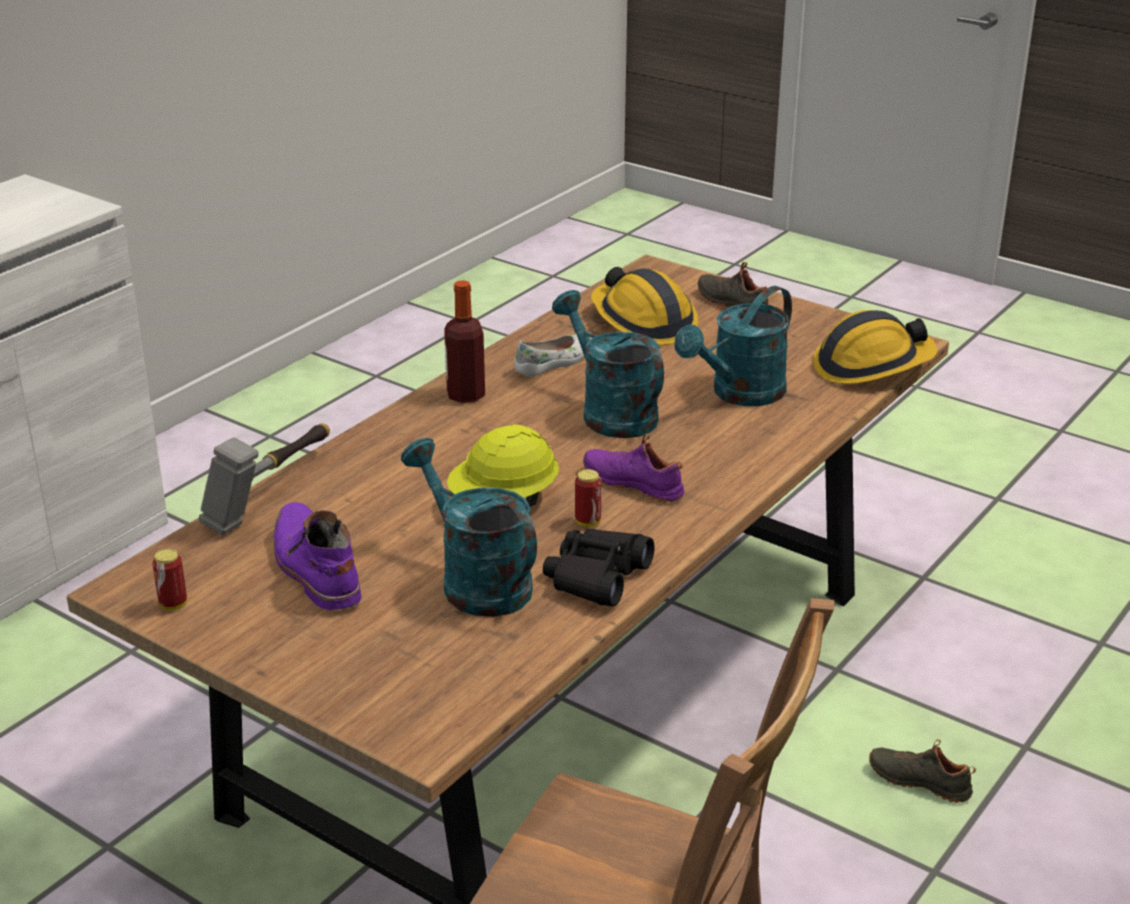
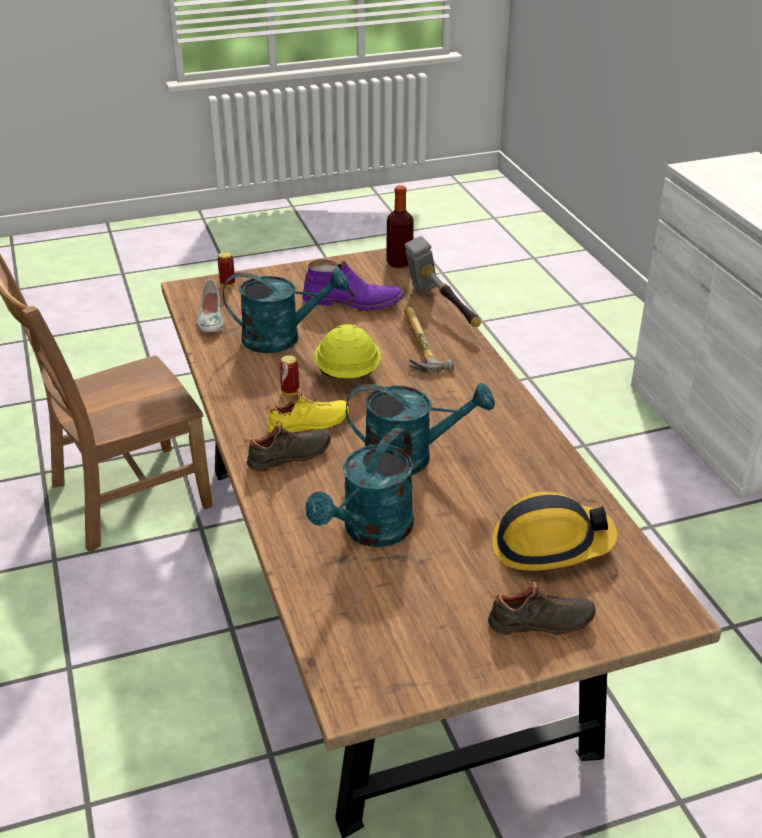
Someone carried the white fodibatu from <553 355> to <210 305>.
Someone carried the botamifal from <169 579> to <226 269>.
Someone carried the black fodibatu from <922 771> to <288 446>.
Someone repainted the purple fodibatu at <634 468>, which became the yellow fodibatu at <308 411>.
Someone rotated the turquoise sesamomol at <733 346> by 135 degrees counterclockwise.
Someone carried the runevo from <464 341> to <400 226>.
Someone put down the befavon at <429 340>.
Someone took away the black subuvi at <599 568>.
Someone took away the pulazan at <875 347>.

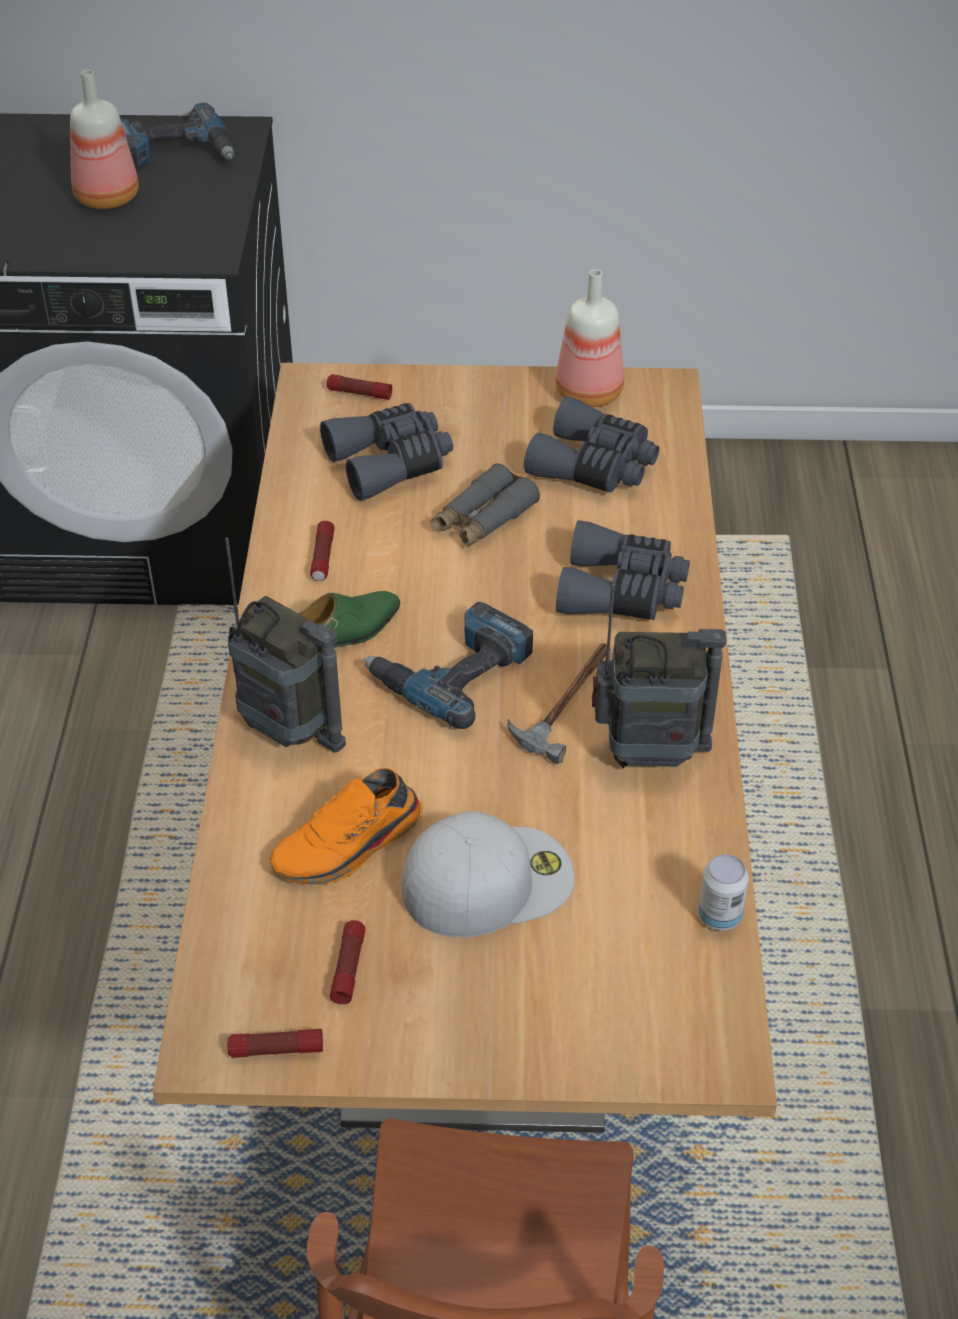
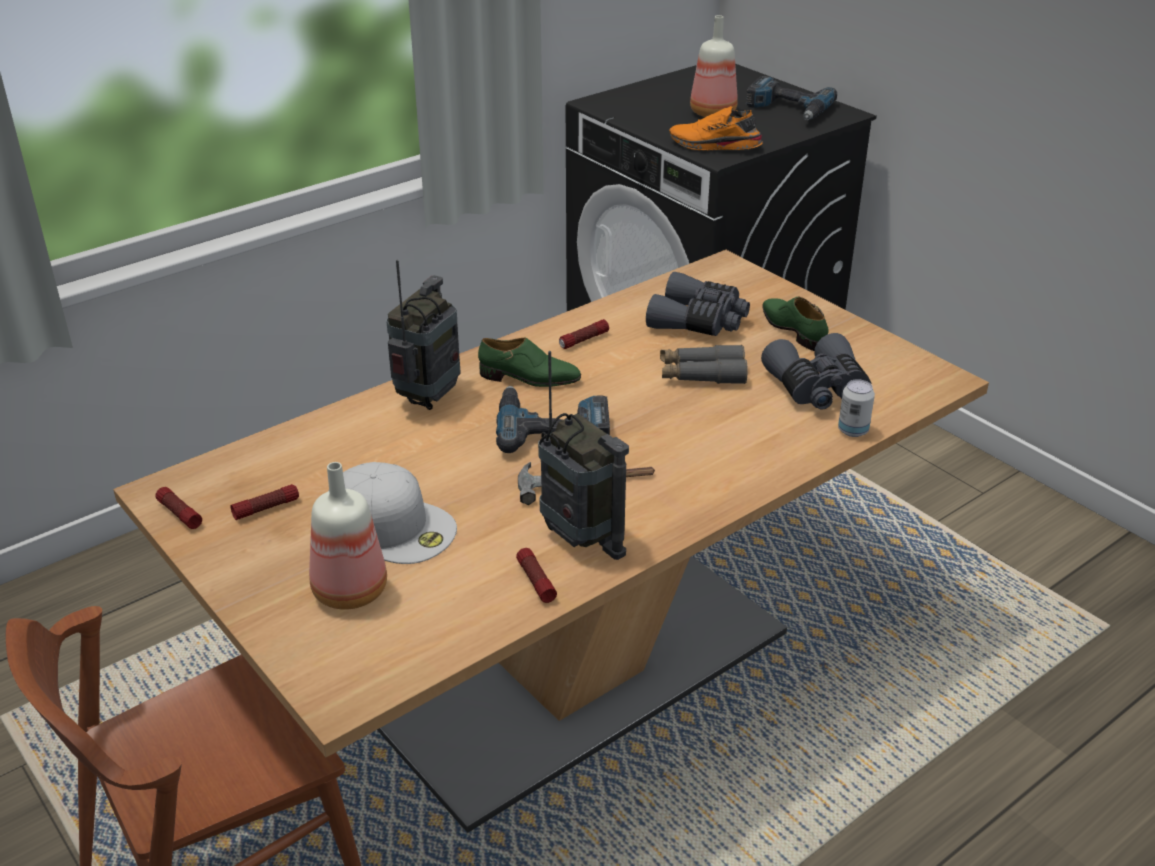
Someone carried the runevo from <589 338> to <348 536>.
Someone rotated the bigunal at <285 644> by 150 degrees counterclockwise.
Someone carried the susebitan from <359 387> to <536 575>.
Someone carried the orange fodibatu from <346 826> to <716 128>.
Someone put down the green fodibatu at <795 324>.
Someone carried the botamifal from <723 892> to <856 408>.
Someone took away the grey subuvi at <623 570>.

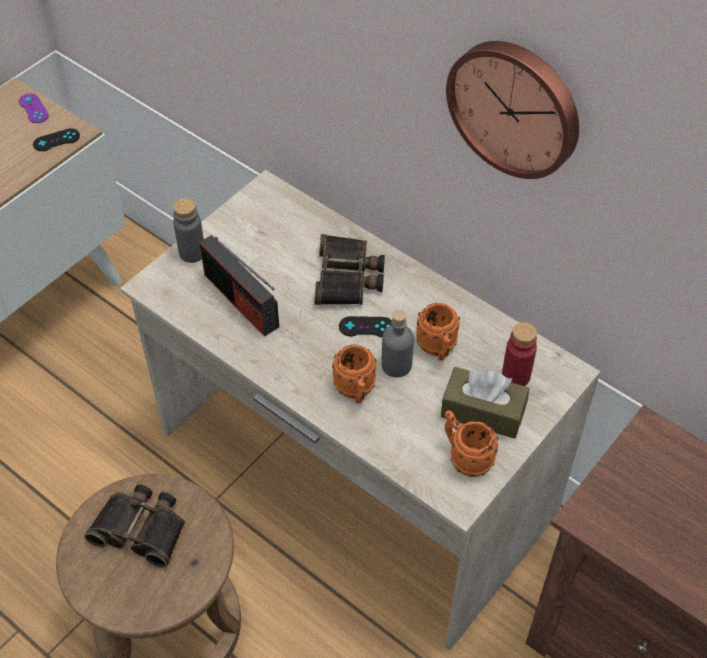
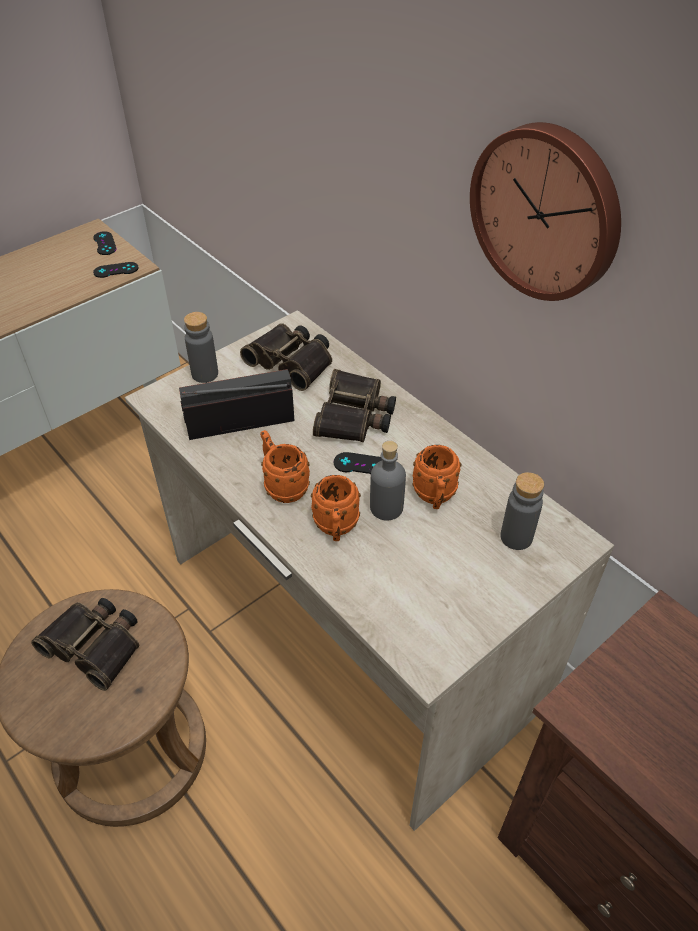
Someone repainted the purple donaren at <34 108>, which became the black donaren at <104 243>.
Someone rotated the bigunal at <239 286> by 105 degrees clockwise.
Someone put down the subuvi at <286 357>.
Someone carried the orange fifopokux from <472 443> to <285 466>.
Someone repainted the red runevo at <519 354>, which became the grey runevo at <522 511>.
Someone took away the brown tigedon at <485 403>.

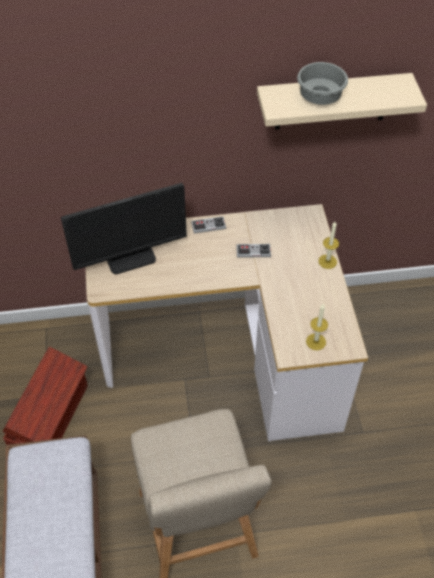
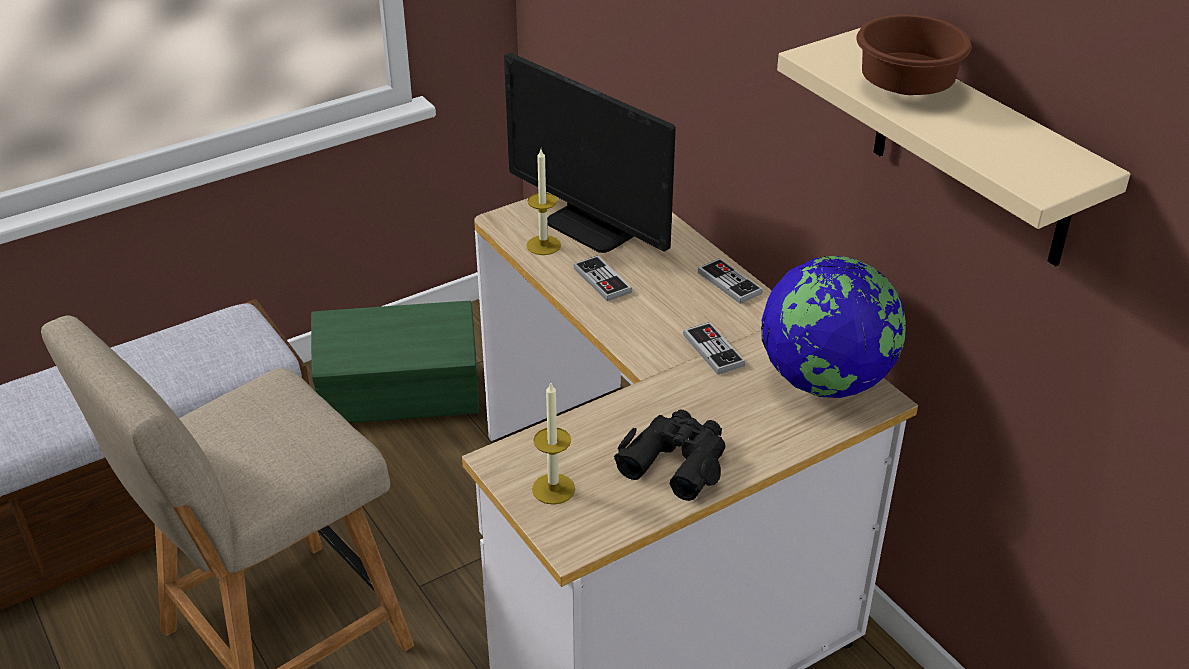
Someone repainted the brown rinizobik at <45 396>, which became the green rinizobik at <395 362>.
Someone carried the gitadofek from <328 245> to <544 202>.
Someone put down the donaren at <602 278>.
Someone put down the black subuvi at <669 455>.
Someone put down the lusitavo at <833 327>.
Someone repainted the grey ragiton at <322 83>, which became the brown ragiton at <914 55>.

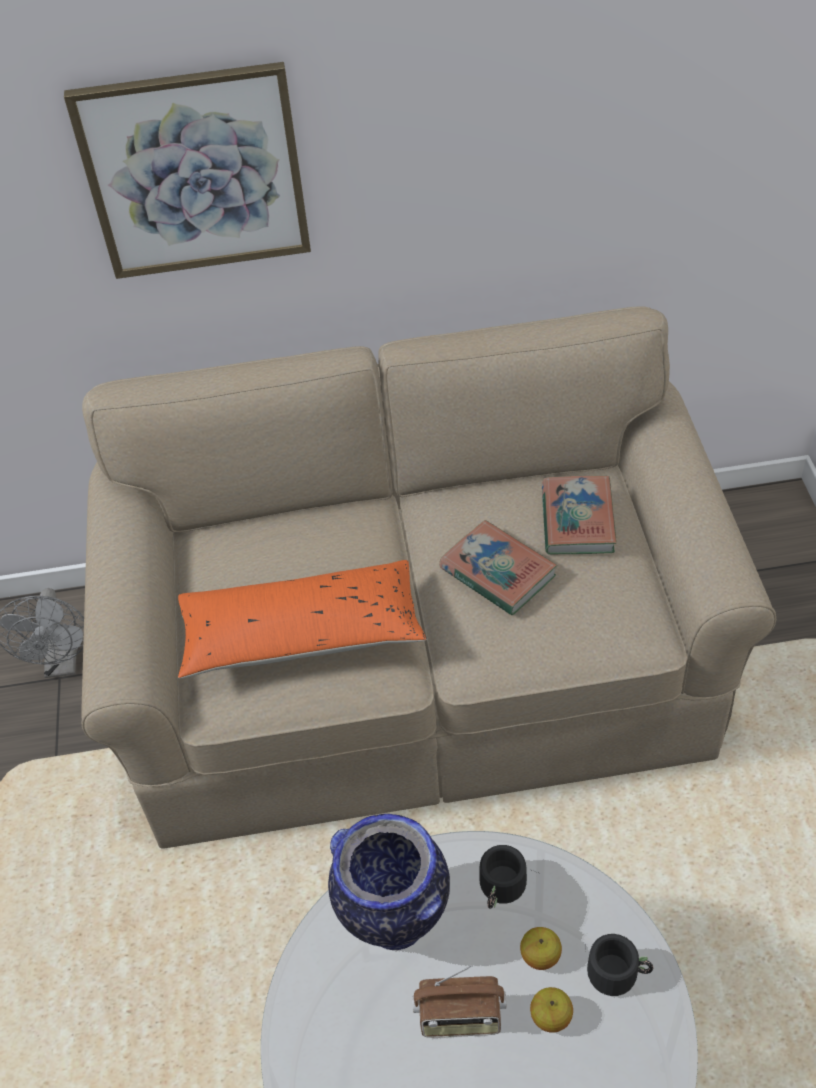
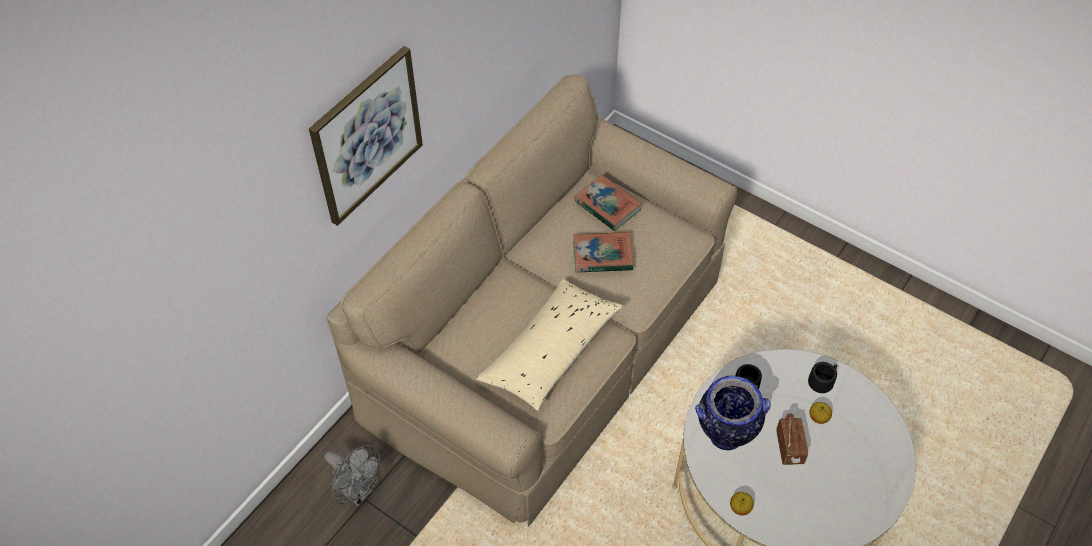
Someone repainted the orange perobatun at <302 619>, which became the beige perobatun at <549 345>.
Someone carried the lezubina from <541 948> to <742 503>.
Someone rotated the bigunal at <459 1001> by 45 degrees counterclockwise.

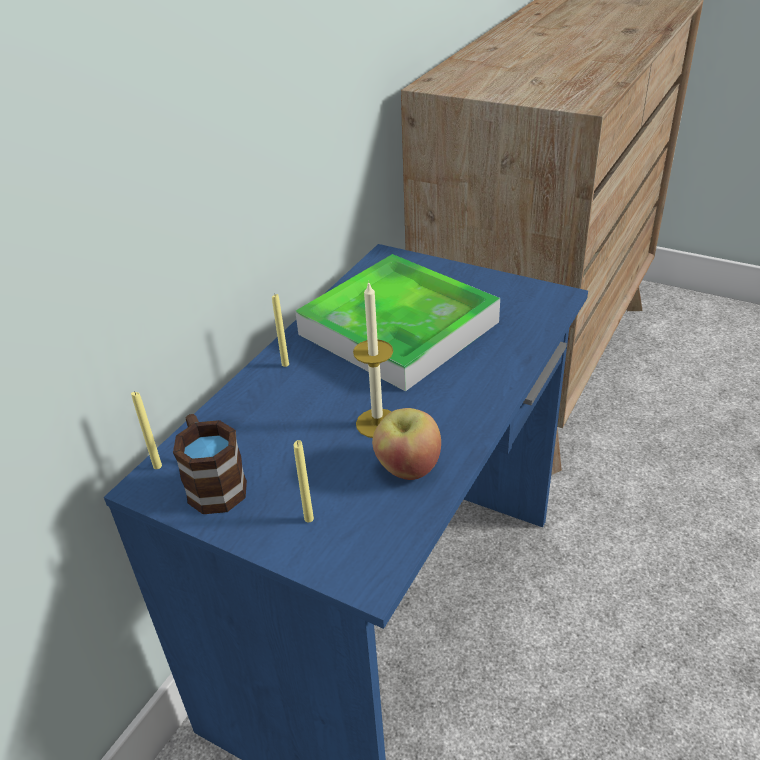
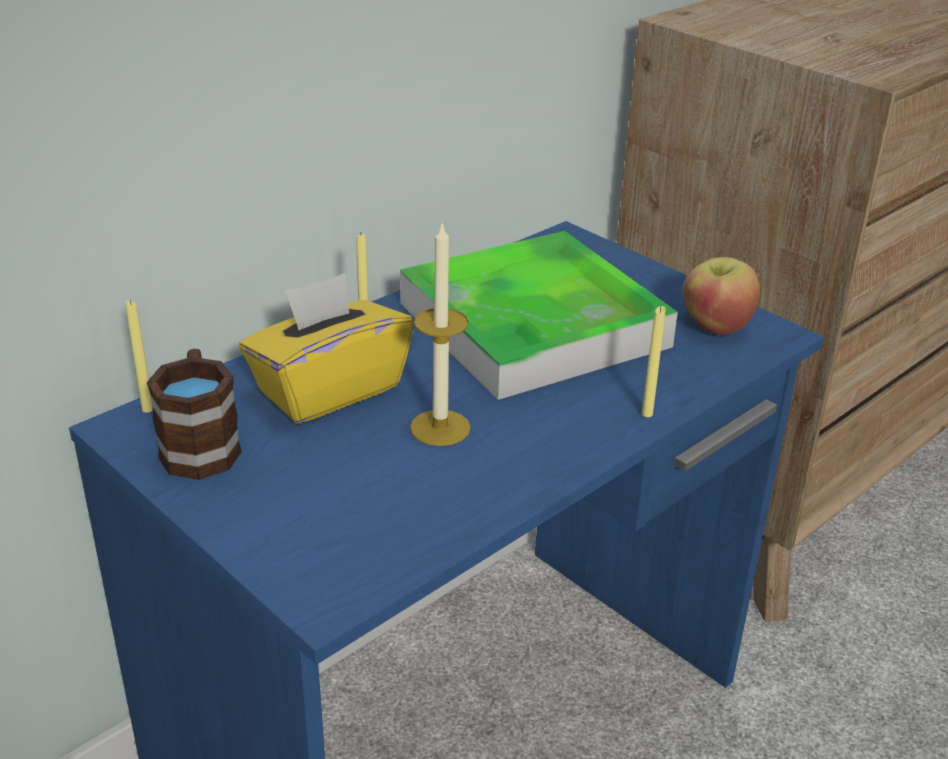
Someone put down the yellow tigedon at <326 348>.
Someone carried the yellow gitadofek from <304 481> to <654 361>.
Someone carried the lezubina from <406 444> to <721 296>.

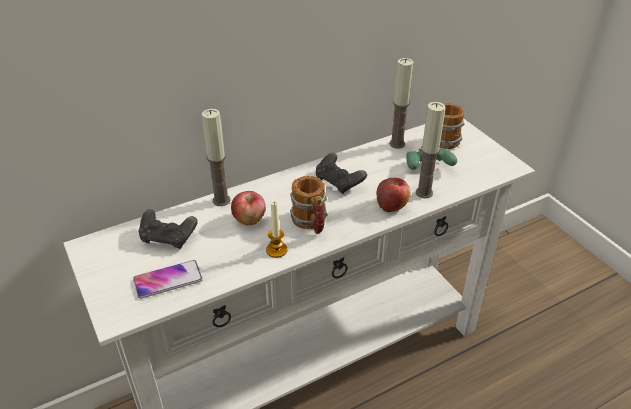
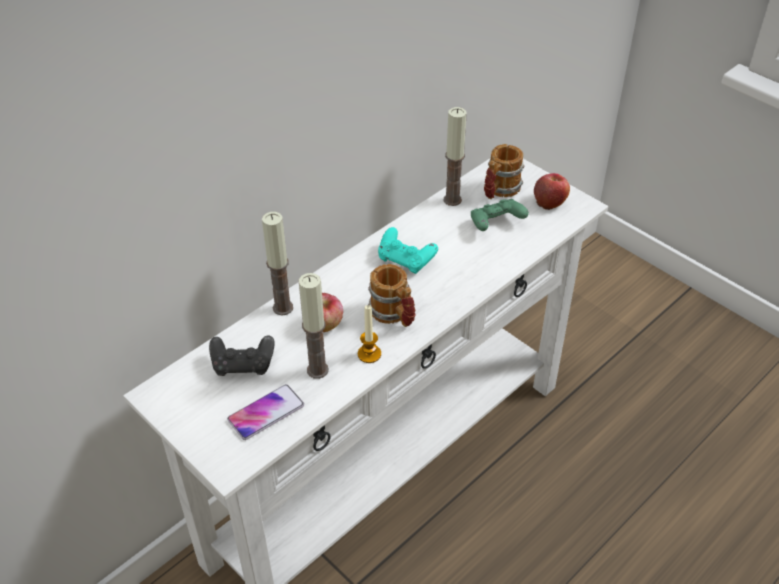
Someone carried the gitadofek from <431 150> to <314 326>.
Someone repainted the black donaren at <341 173>, which became the turquoise donaren at <408 250>.
Someone carried the lezubina from <393 195> to <552 191>.

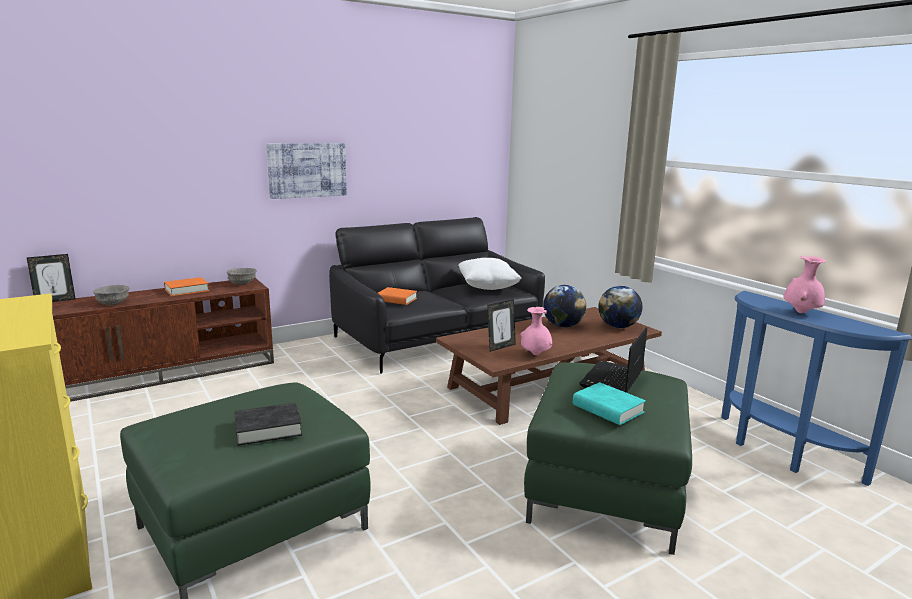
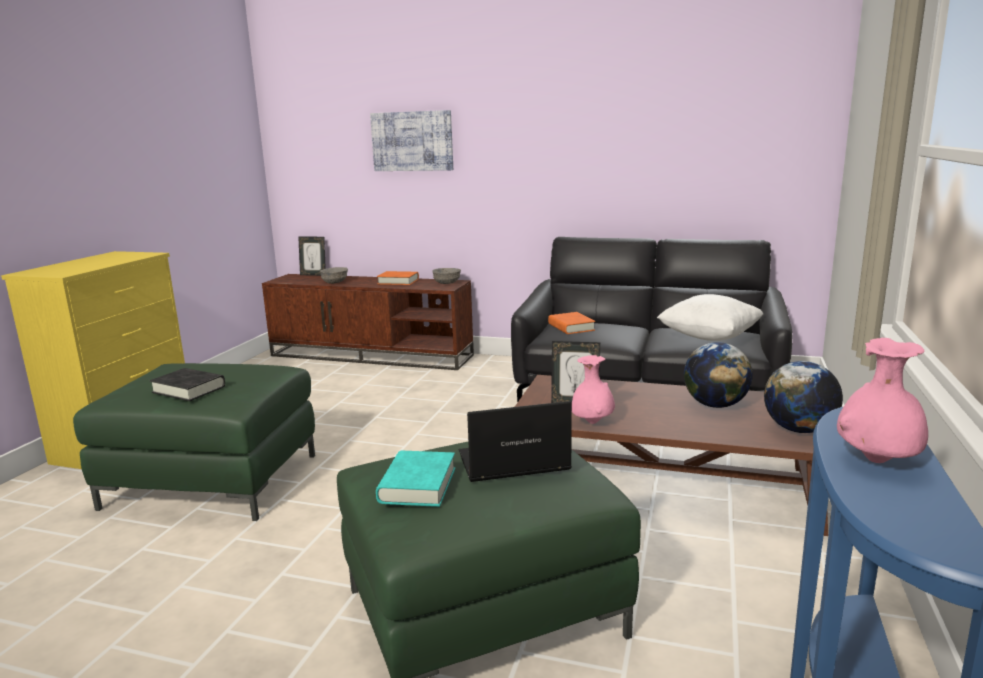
Someone carried the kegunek from <306 171> to <411 140>.

